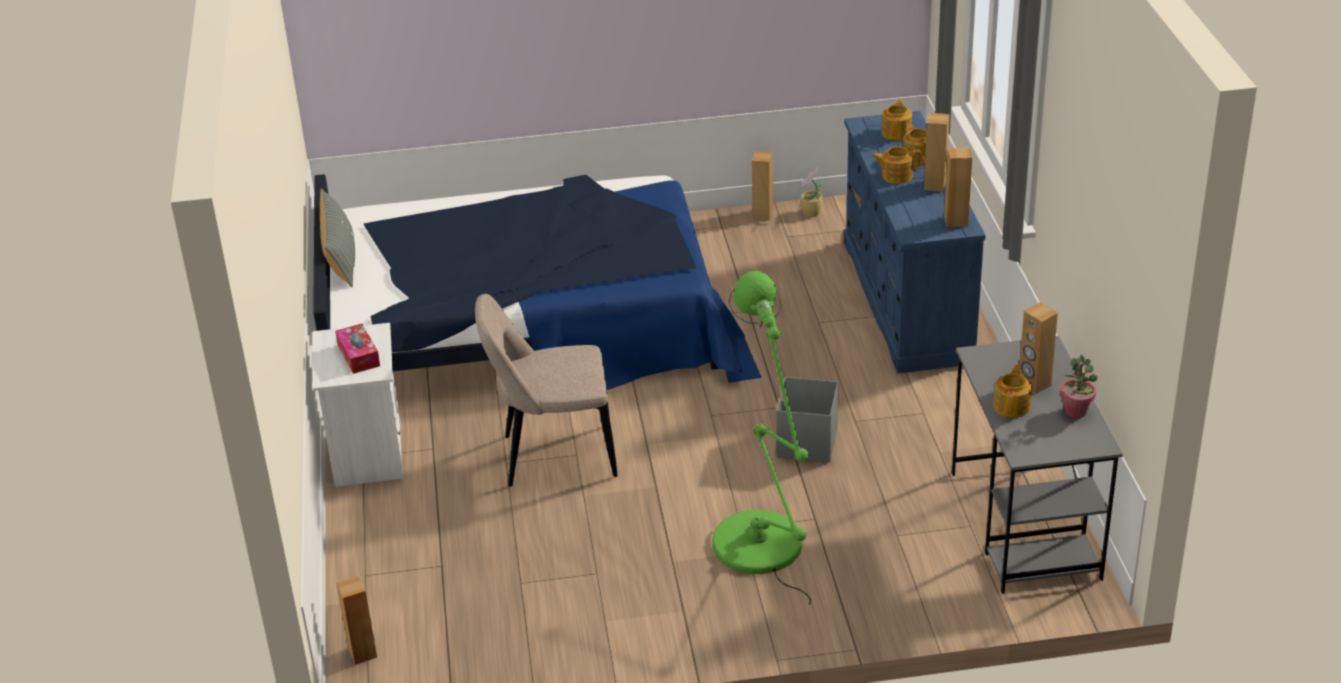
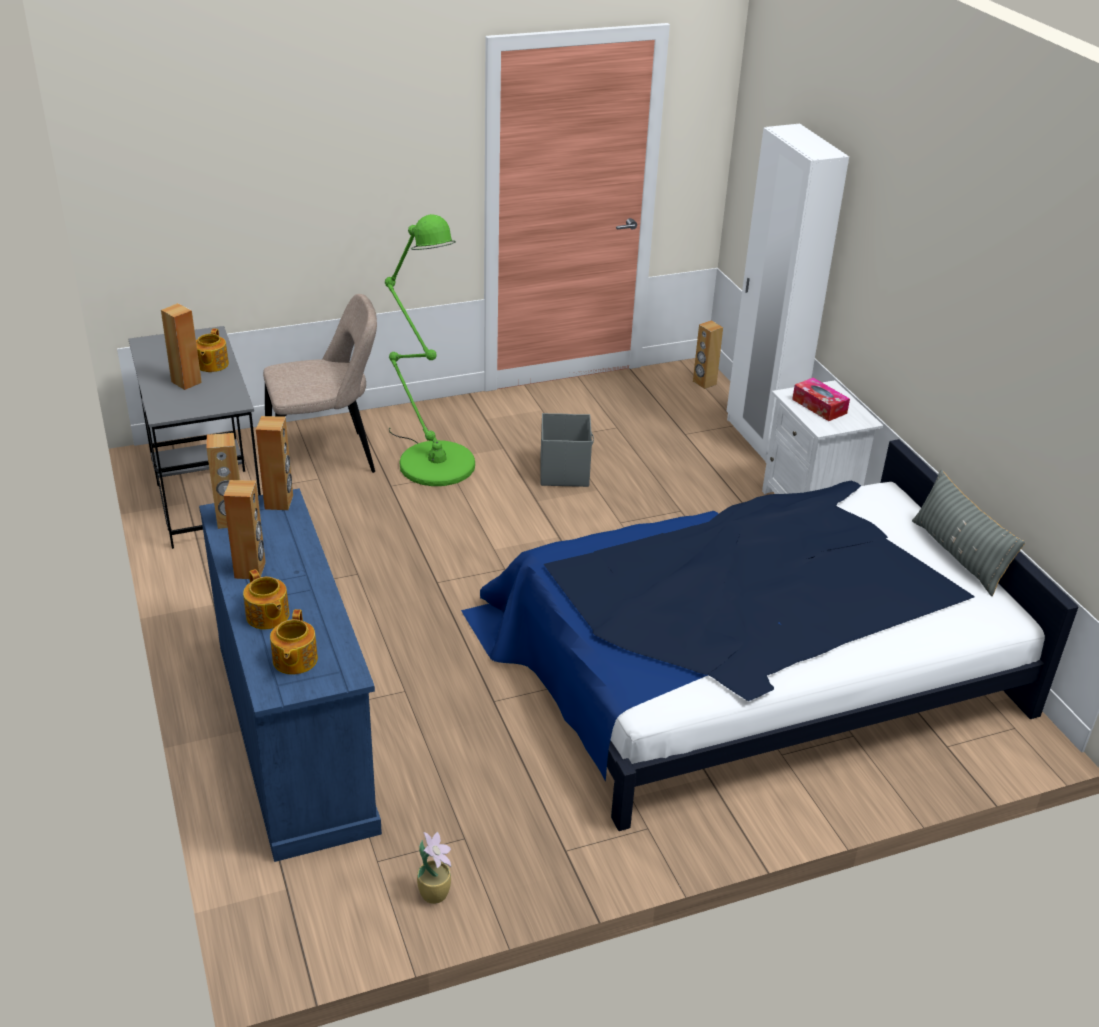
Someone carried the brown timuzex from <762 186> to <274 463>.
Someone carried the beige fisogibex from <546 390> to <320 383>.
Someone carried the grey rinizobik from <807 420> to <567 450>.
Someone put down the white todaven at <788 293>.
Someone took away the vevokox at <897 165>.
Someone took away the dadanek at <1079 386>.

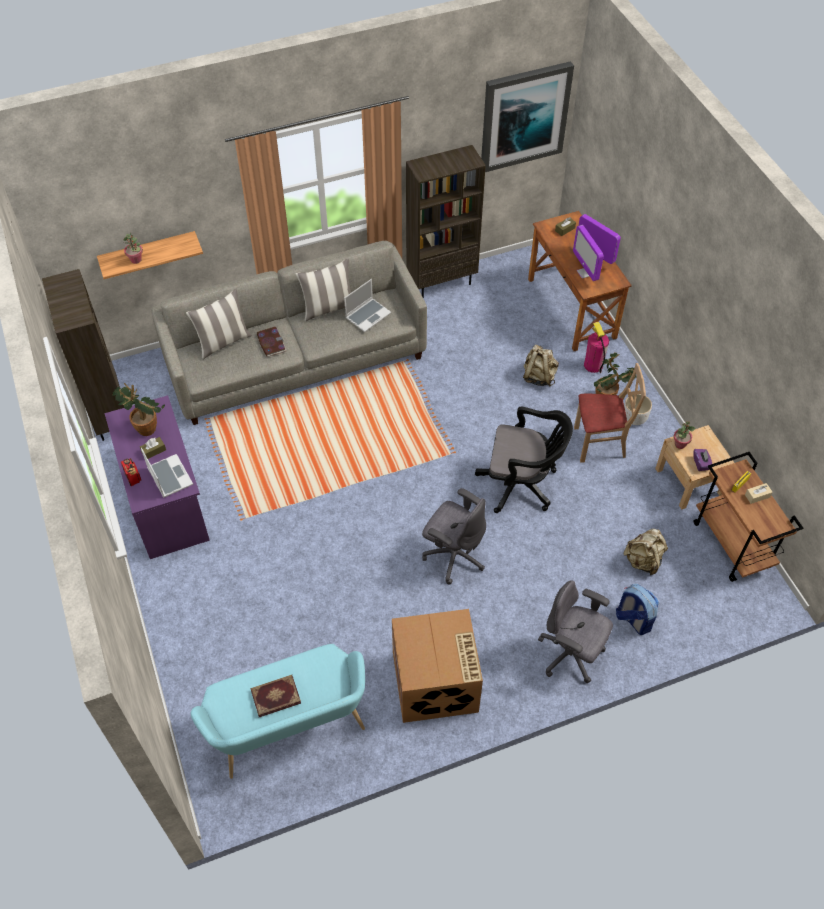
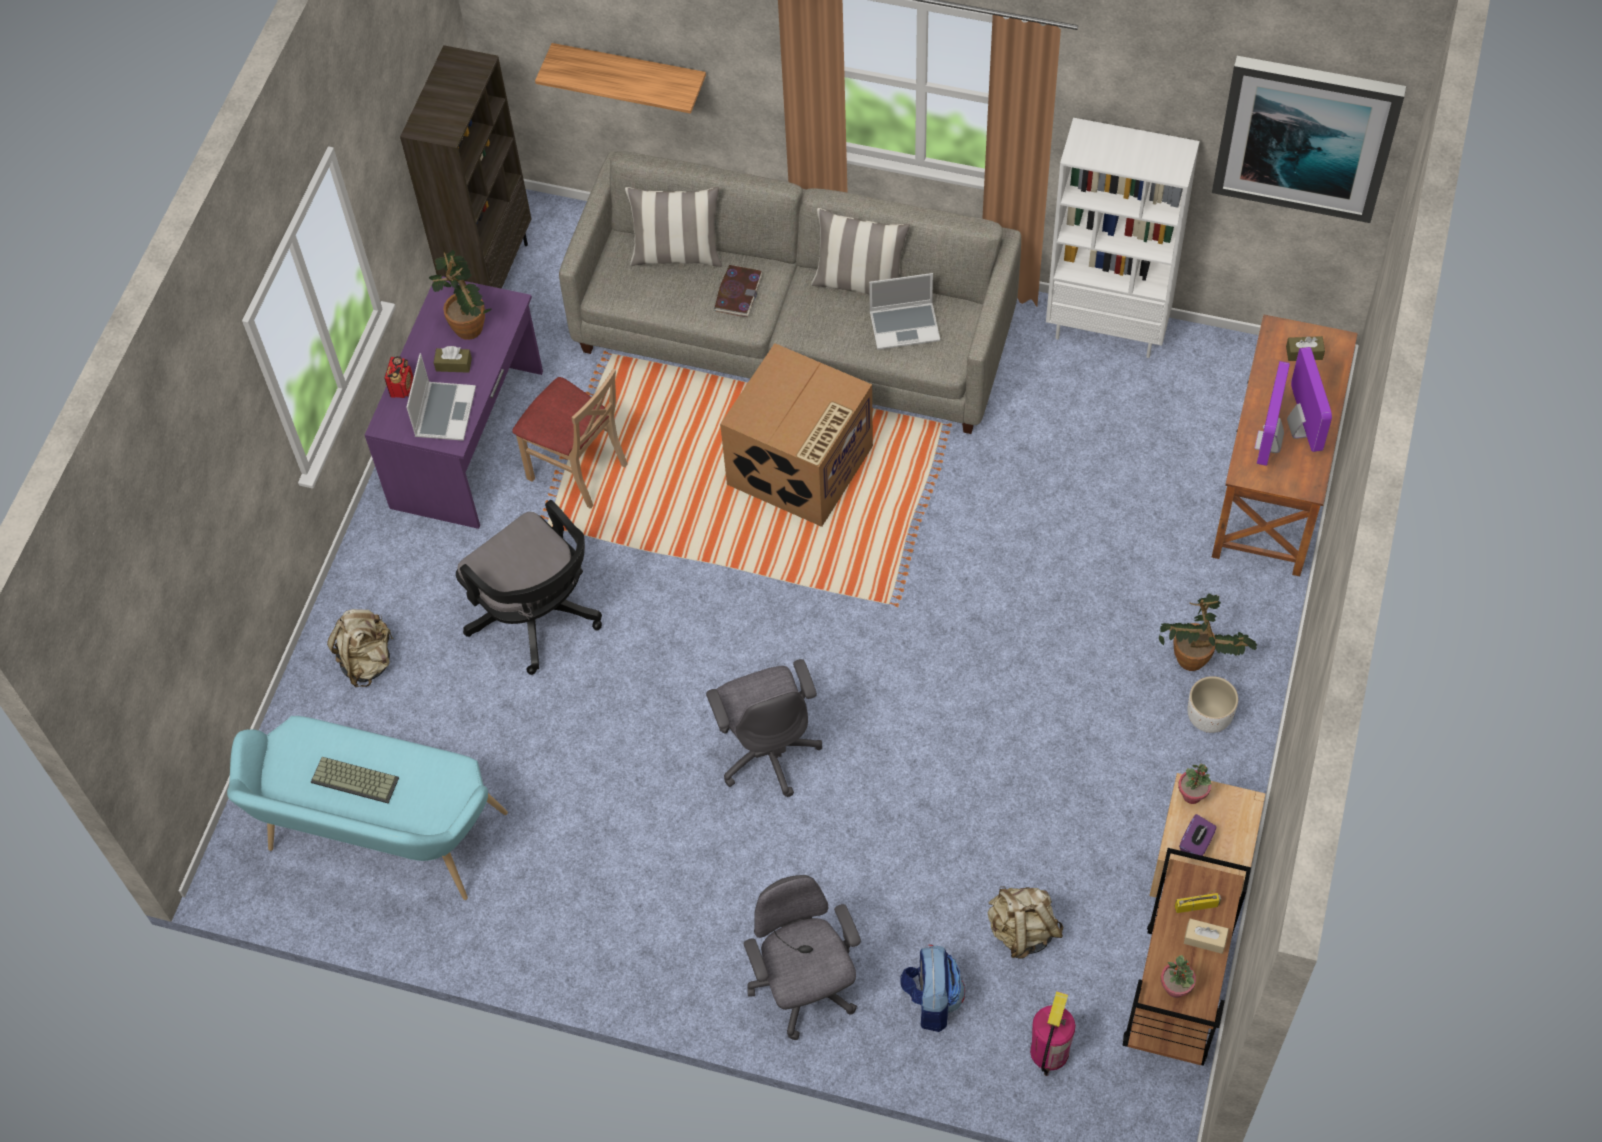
Someone swapped the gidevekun at <275 696> for the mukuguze at <355 780>.
Someone carried the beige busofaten from <541 365> to <360 648>.
Someone carried the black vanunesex from <524 460> to <529 587>.
Someone carried the beige fisogibex from <610 413> to <570 438>.
Someone carried the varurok from <437 666> to <796 435>.
Someone carried the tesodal from <596 347> to <1053 1033>.
Someone repainted the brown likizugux at <446 221>, which became the white likizugux at <1123 238>.
Someone carried the dadanek from <133 248> to <1178 976>.

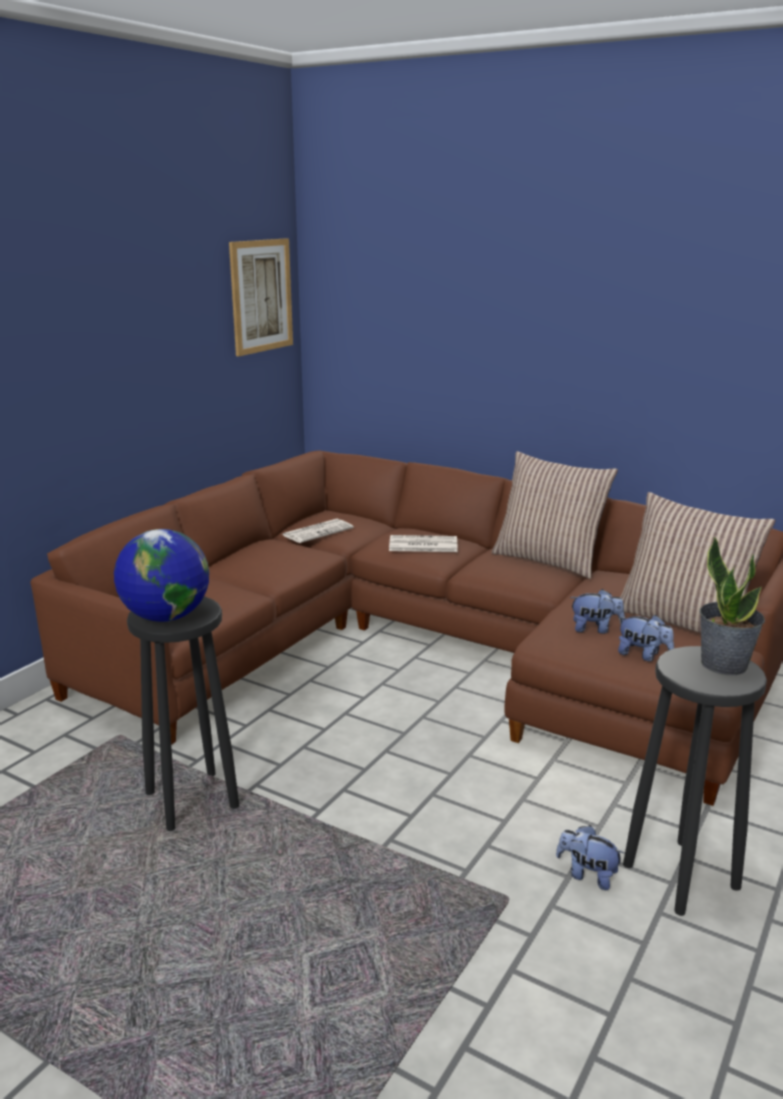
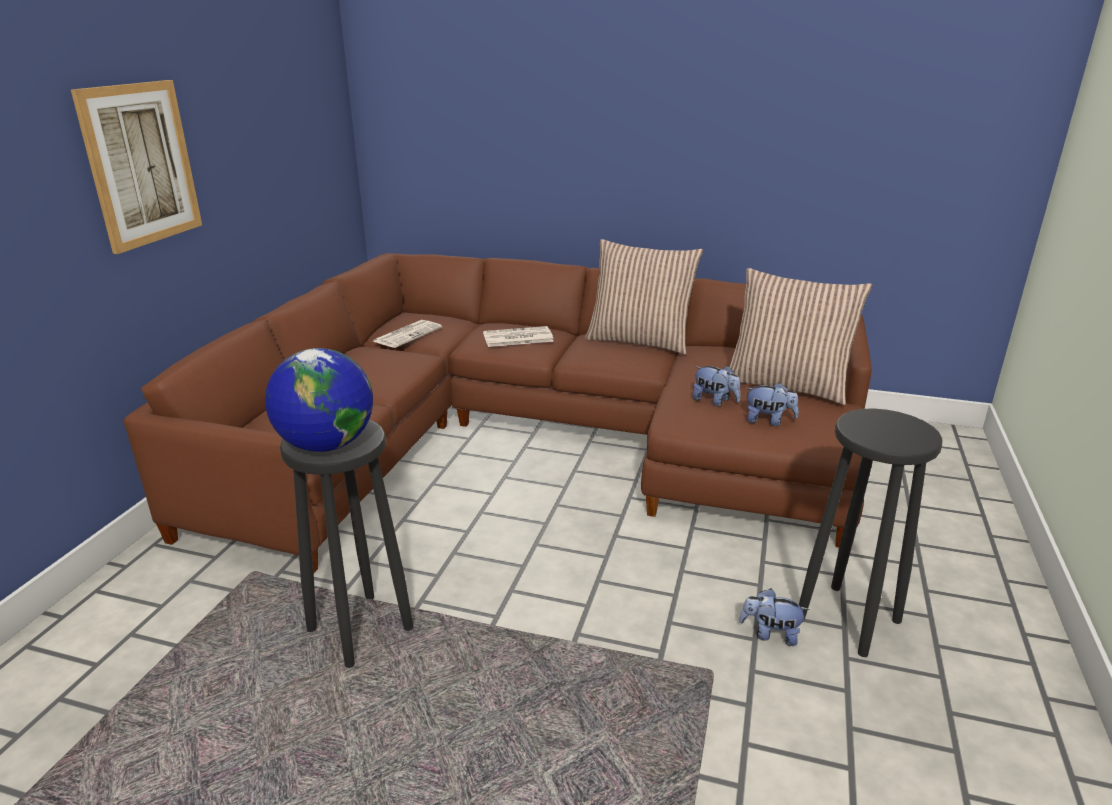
Someone carried the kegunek from <261 297> to <136 167>.
Someone rotated the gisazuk at <597 611> by 45 degrees clockwise.
Someone took away the dadanek at <732 605>.

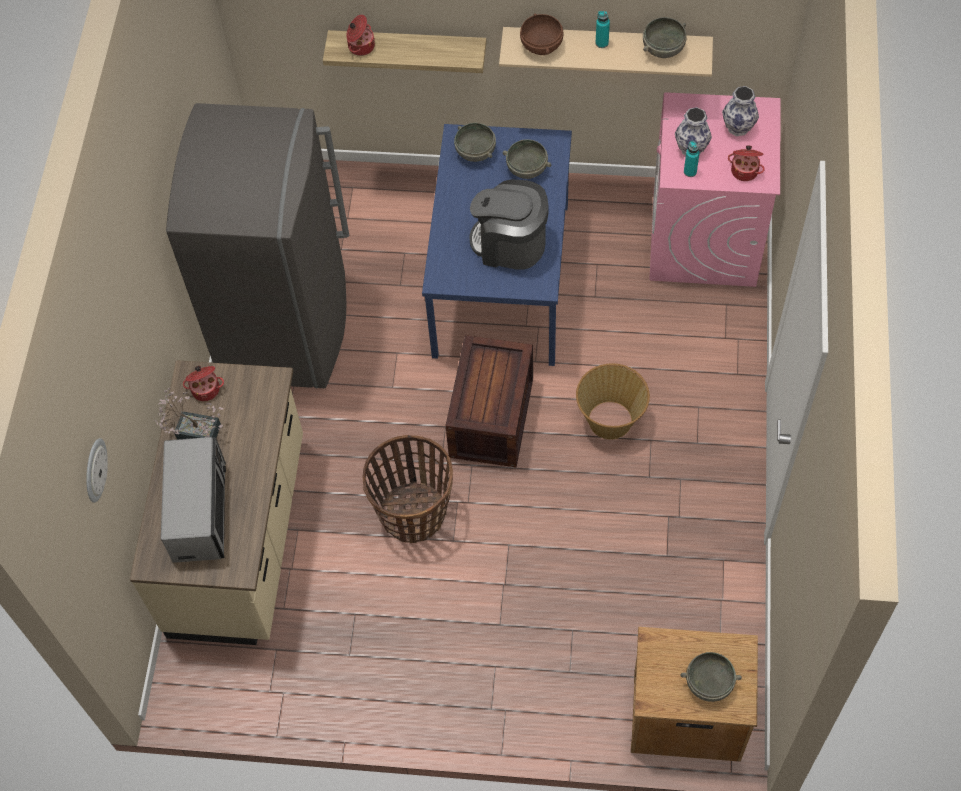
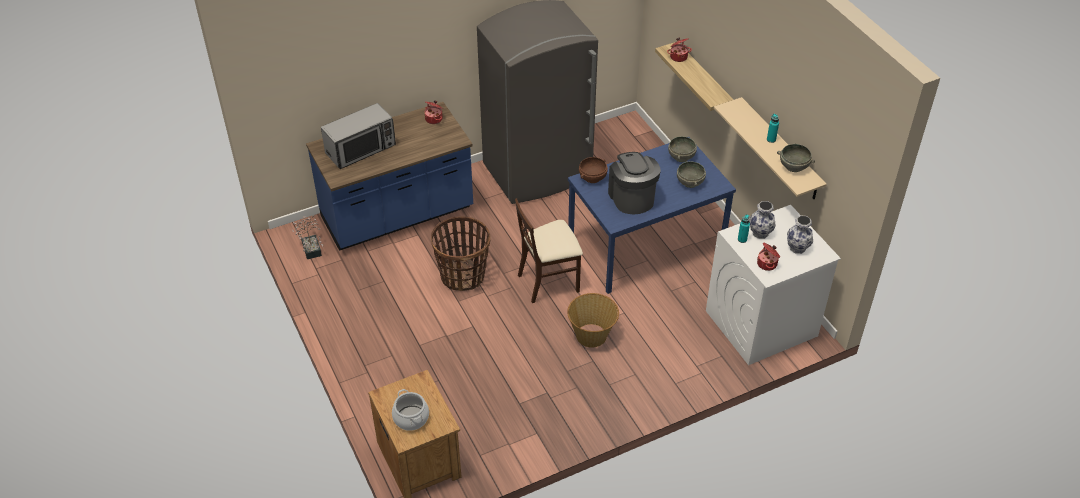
Someone carried the dadanek from <189 414> to <307 237>.
Someone repainted the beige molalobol at <216 502>, which became the blue molalobol at <389 176>.
Someone swapped the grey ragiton at <711 677> for the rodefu at <410 410>.
Someone swapped the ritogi at <489 401> for the beige fisogibex at <549 250>.
Someone carried the brown ragiton from <542 34> to <593 170>.
Someone repainted the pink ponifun at <714 189>, which became the white ponifun at <773 285>.
Someone took away the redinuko at <97 470>.

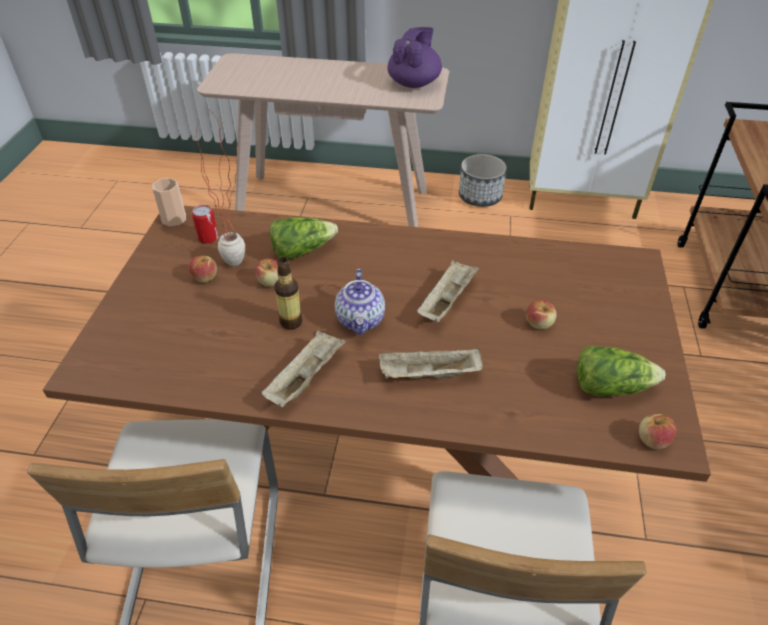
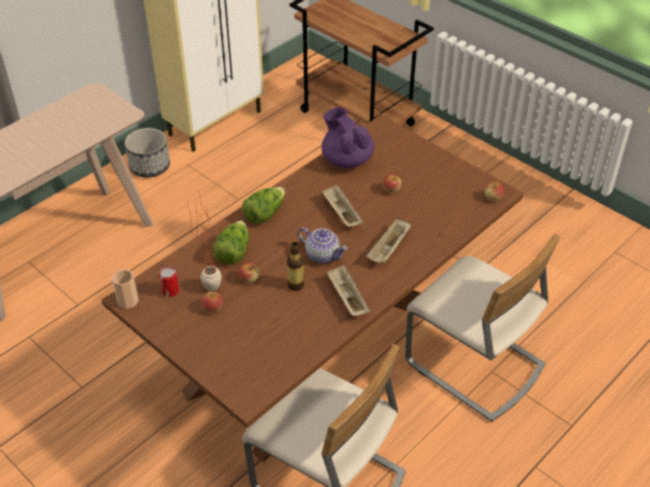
Someone carried the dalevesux from <621 371> to <263 205>.
Someone carried the purple vevokox from <414 57> to <347 137>.

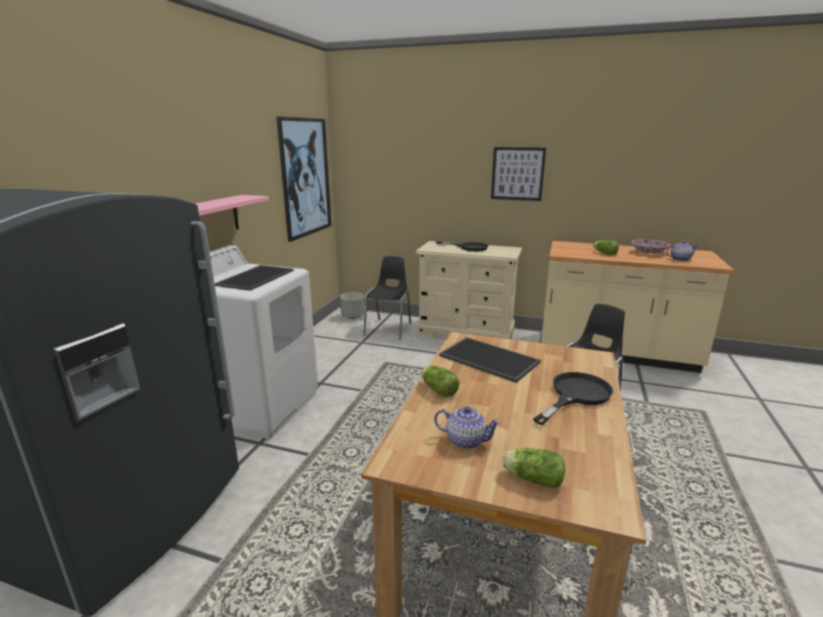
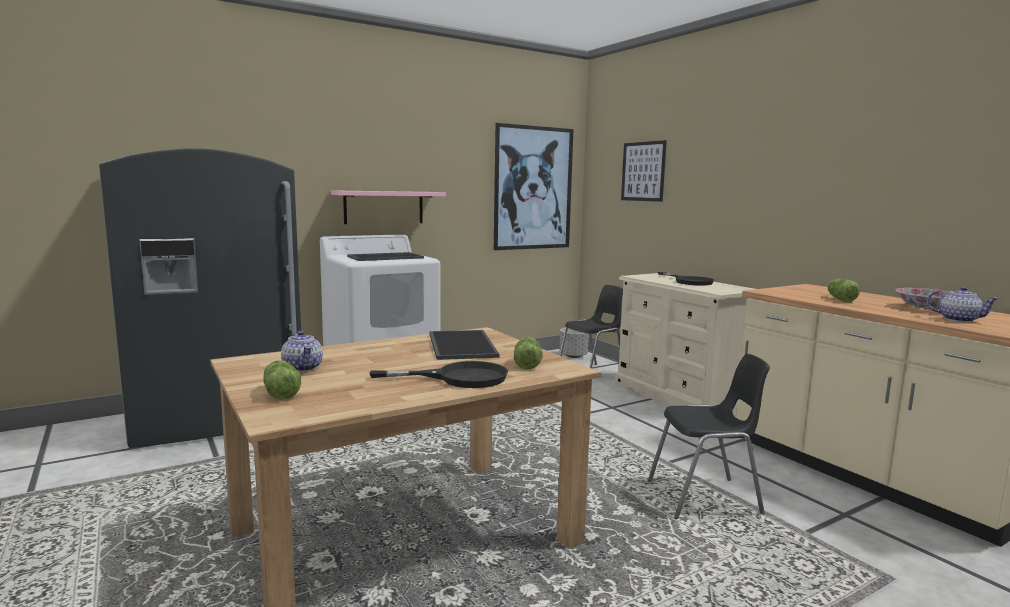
Someone carried the dalevesux from <440 381> to <528 353>.
Someone carried the kegunek from <518 174> to <644 171>.

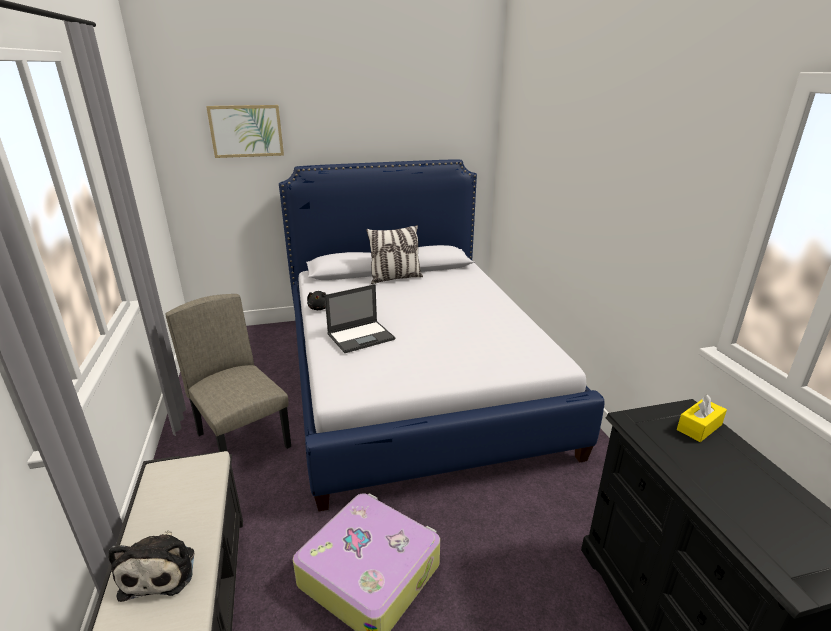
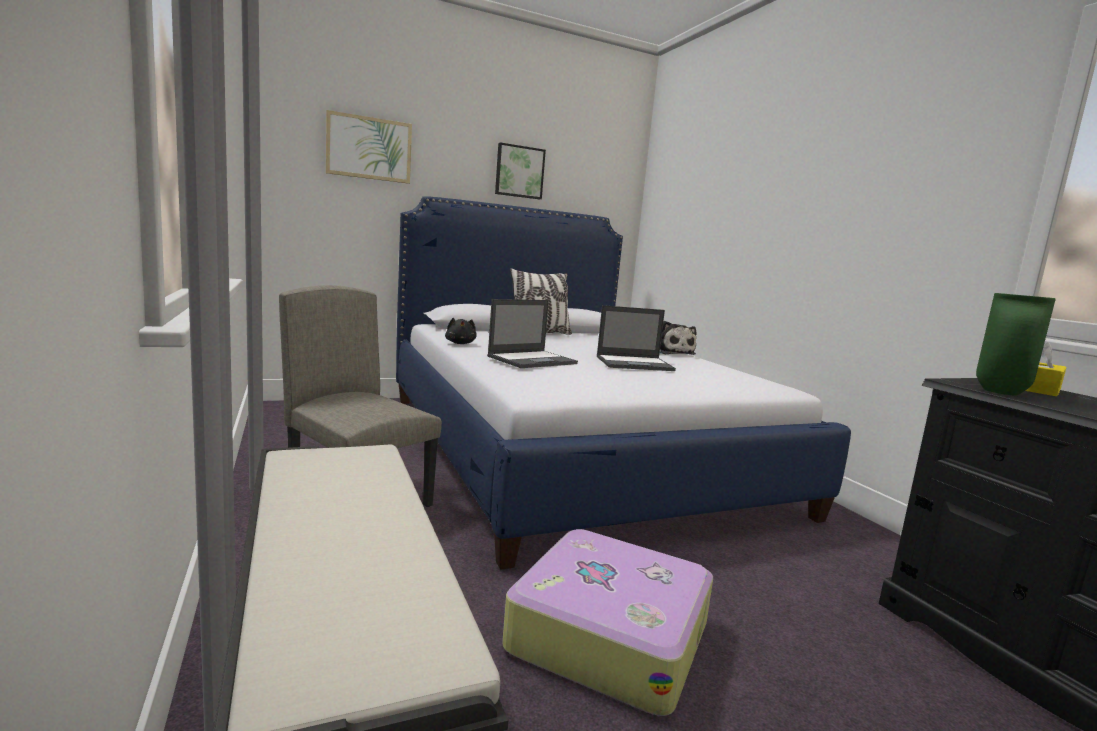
Someone put up the kegunek at <520 170>.
Someone put down the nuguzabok at <636 338>.
Someone carried the gisazuk from <151 566> to <678 338>.
Someone put down the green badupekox at <1016 344>.

